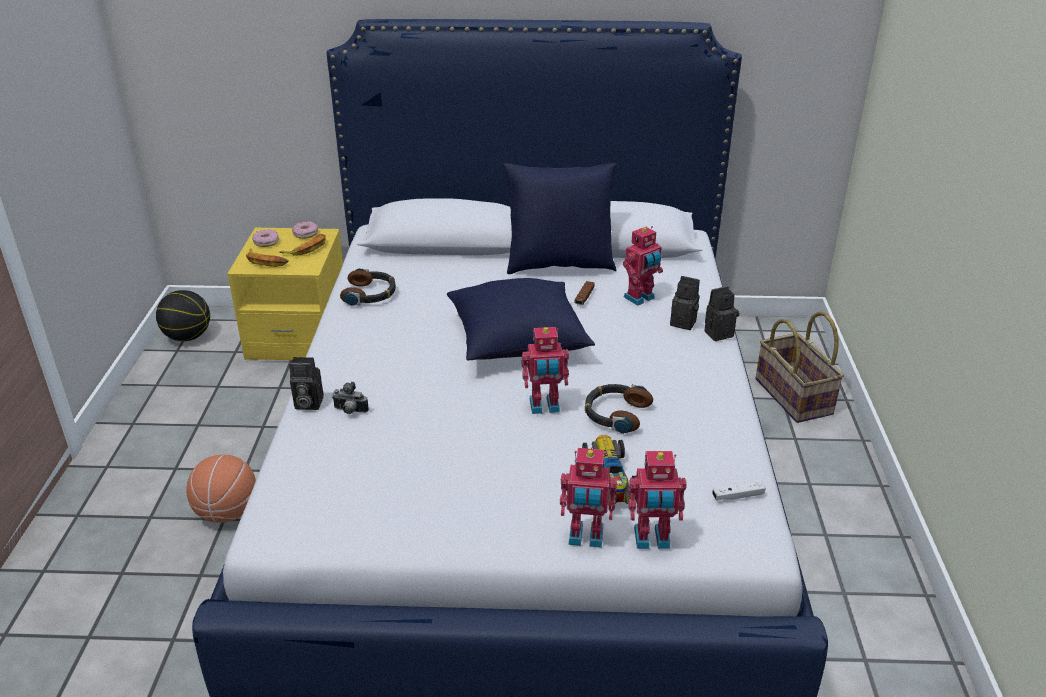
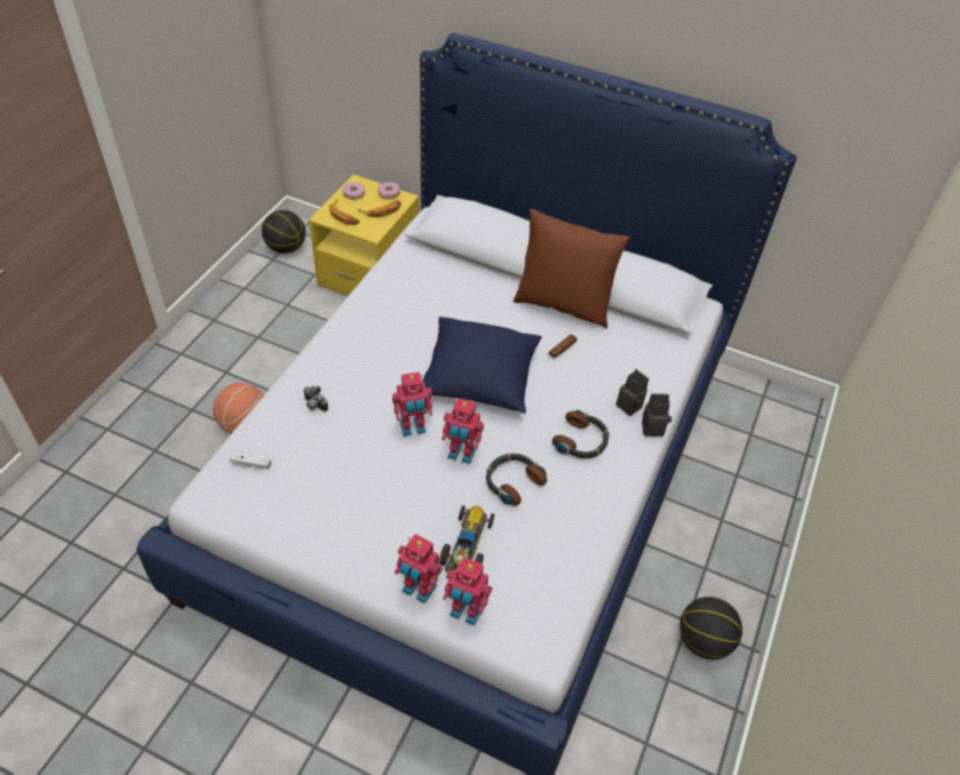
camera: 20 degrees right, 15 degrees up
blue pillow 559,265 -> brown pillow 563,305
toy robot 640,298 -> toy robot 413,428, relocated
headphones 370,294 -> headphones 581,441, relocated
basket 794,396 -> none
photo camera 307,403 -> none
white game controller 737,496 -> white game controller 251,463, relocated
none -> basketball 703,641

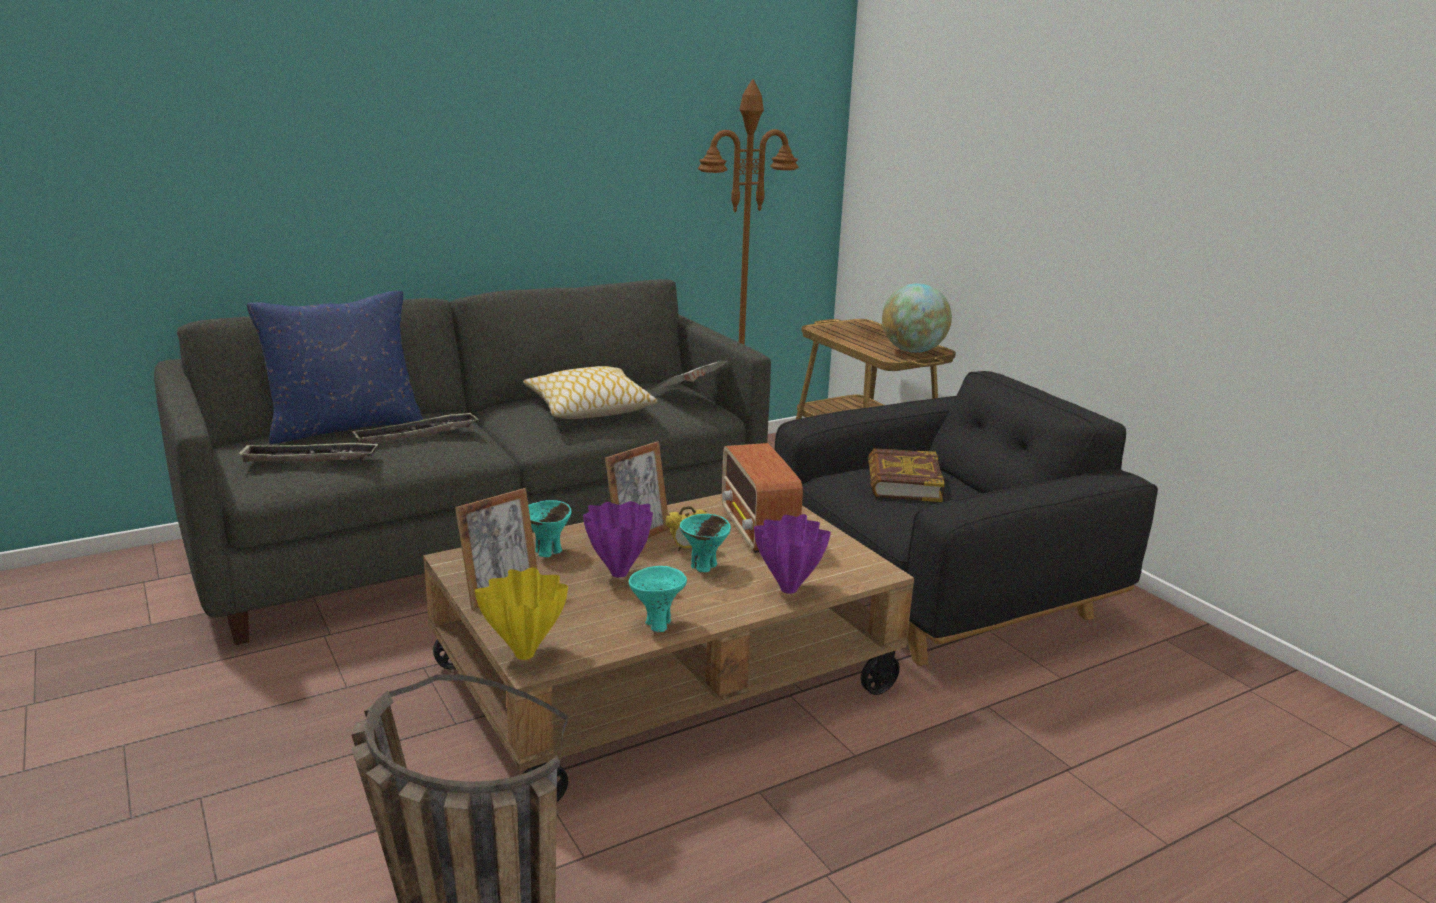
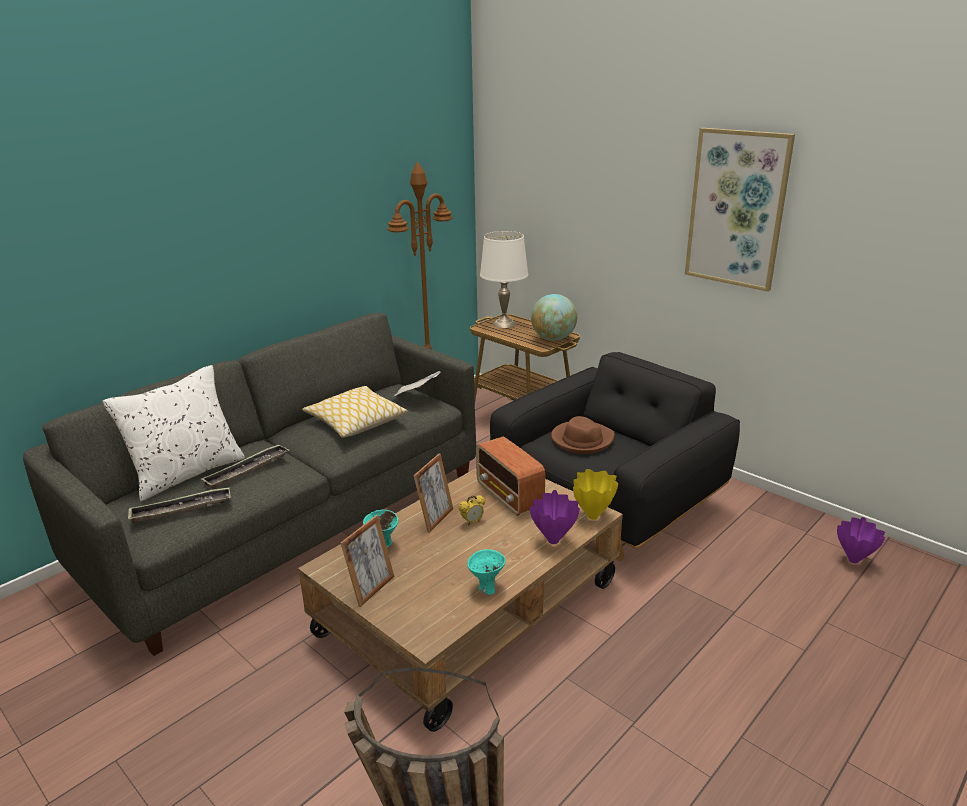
camera: 15 degrees left, 5 degrees up
blue pillow 344,427 -> white pillow 187,473
book 903,482 -> brown hat 582,440
purple vase 618,574 -> purple vase 853,561, relocated
turquoise bowl 704,566 -> none
yellow vase 526,654 -> yellow vase 593,516, relocated
none -> picture 737,209
none -> white table lamp 504,324

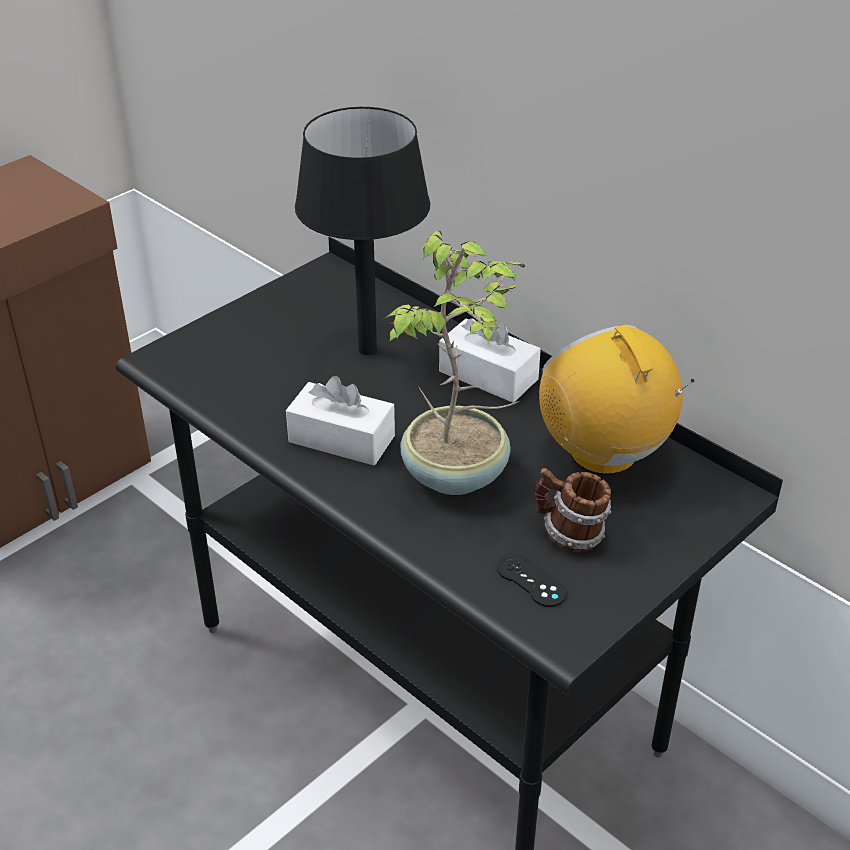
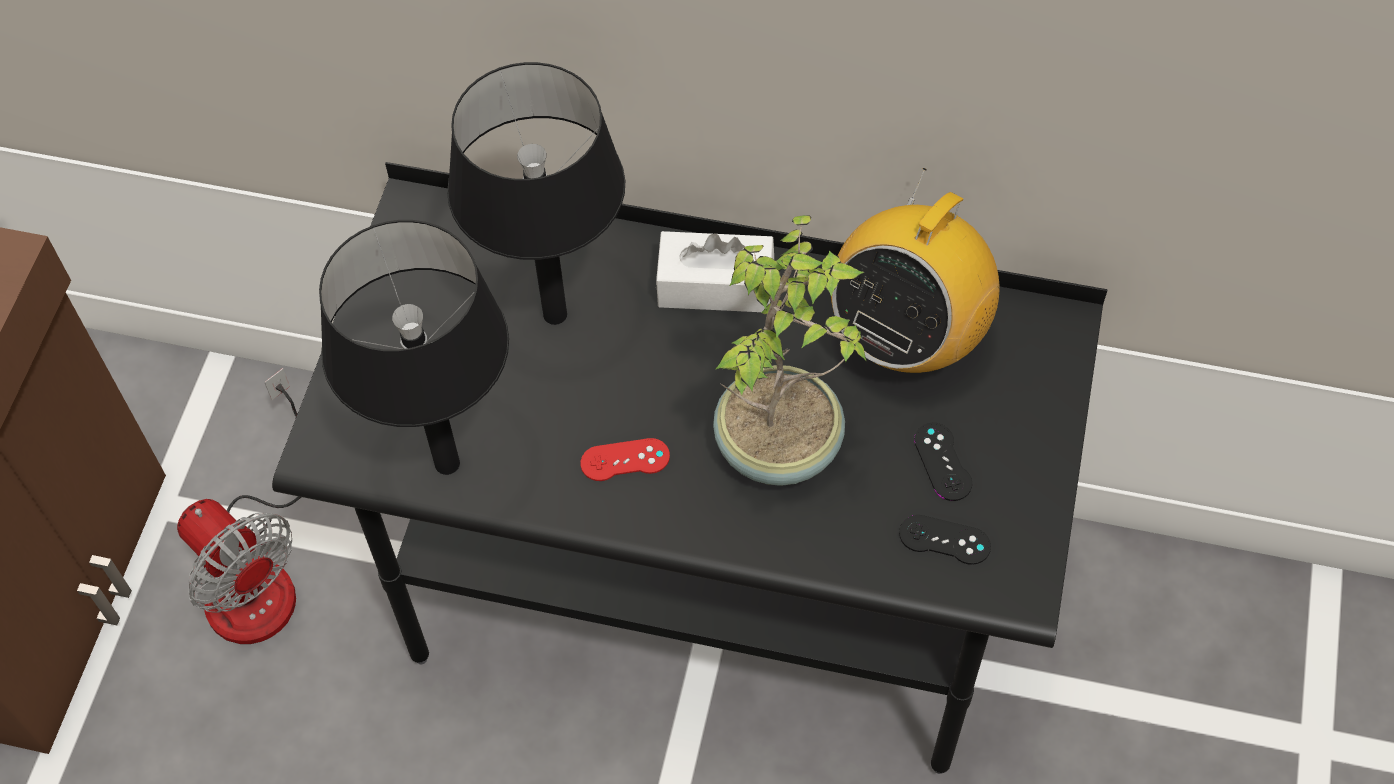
camera: 30 degrees left, 20 degrees up
radio 604,454 -> radio 907,336, 90 degrees counterclockwise
white tissue box 341,439 -> red game controller 625,460
mug 569,535 -> black game controller 942,462
none -> black table lamp 446,462
none -> fan 259,570

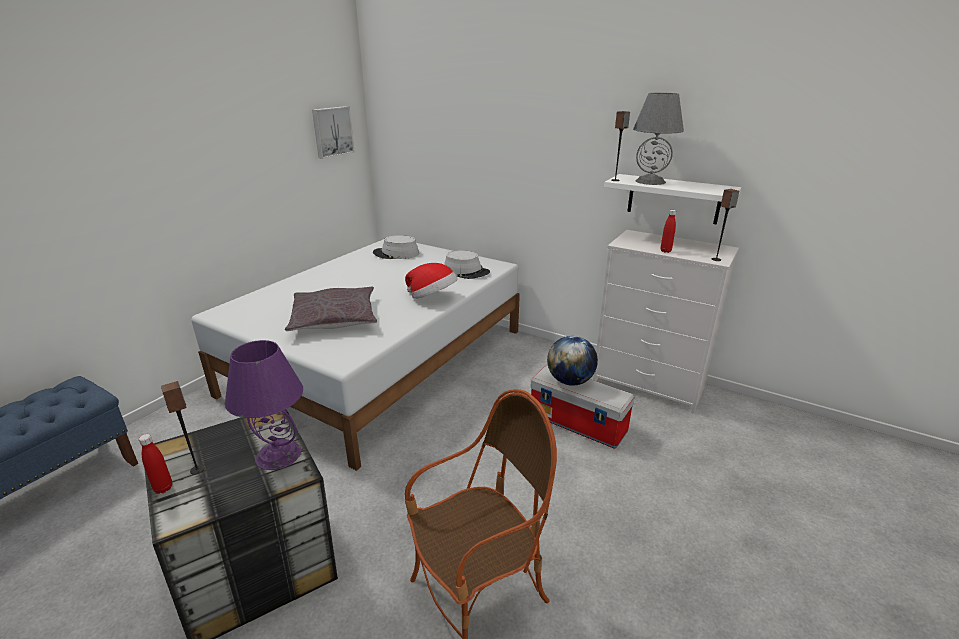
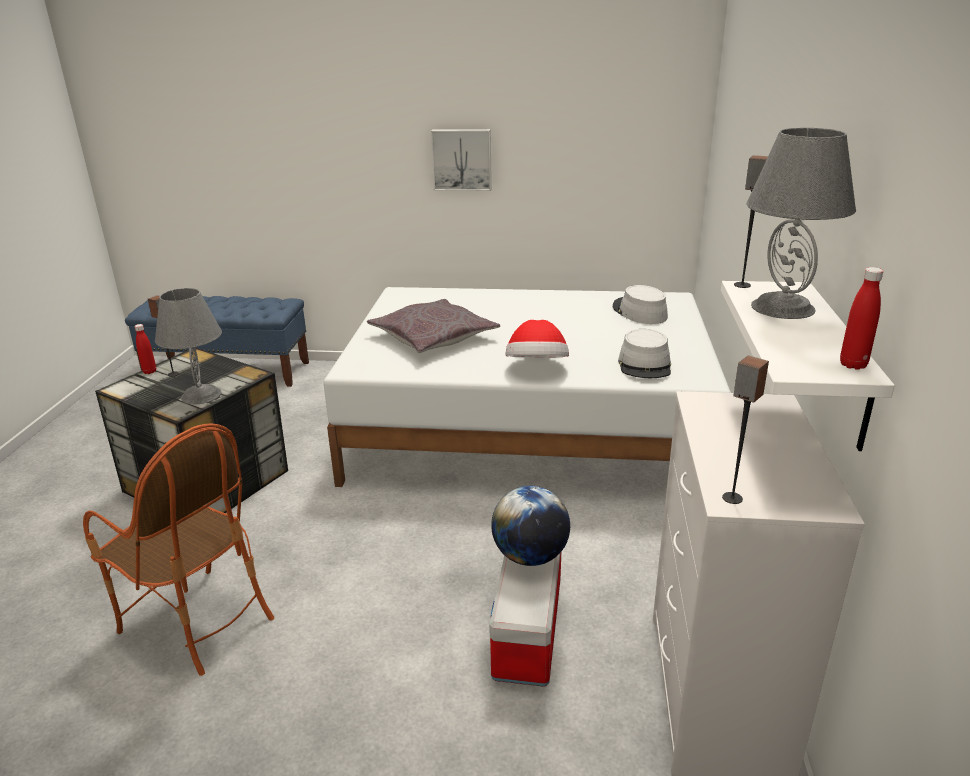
camera: 65 degrees right, 0 degrees up
picture 332,131 -> picture 462,159, relocated
red bottle 665,251 -> red bottle 853,365, relocated
purple table lamp 279,454 -> grey table lamp 201,395

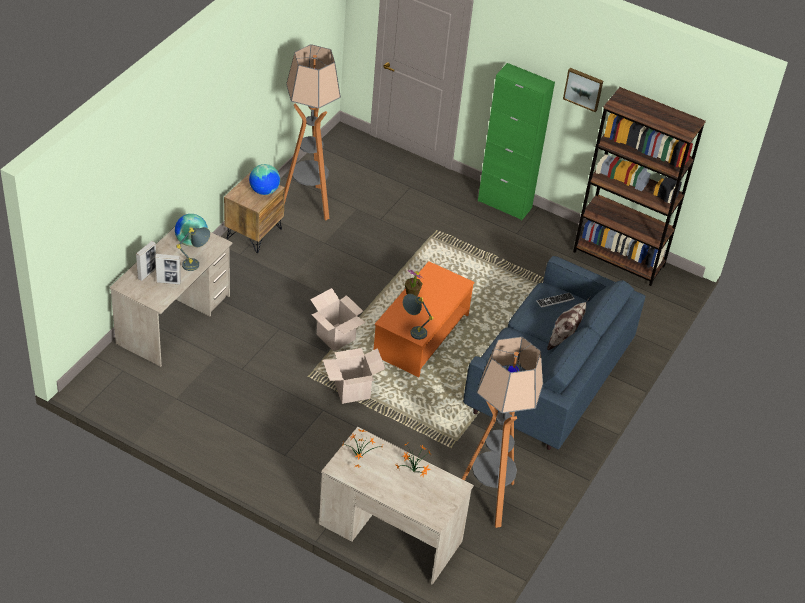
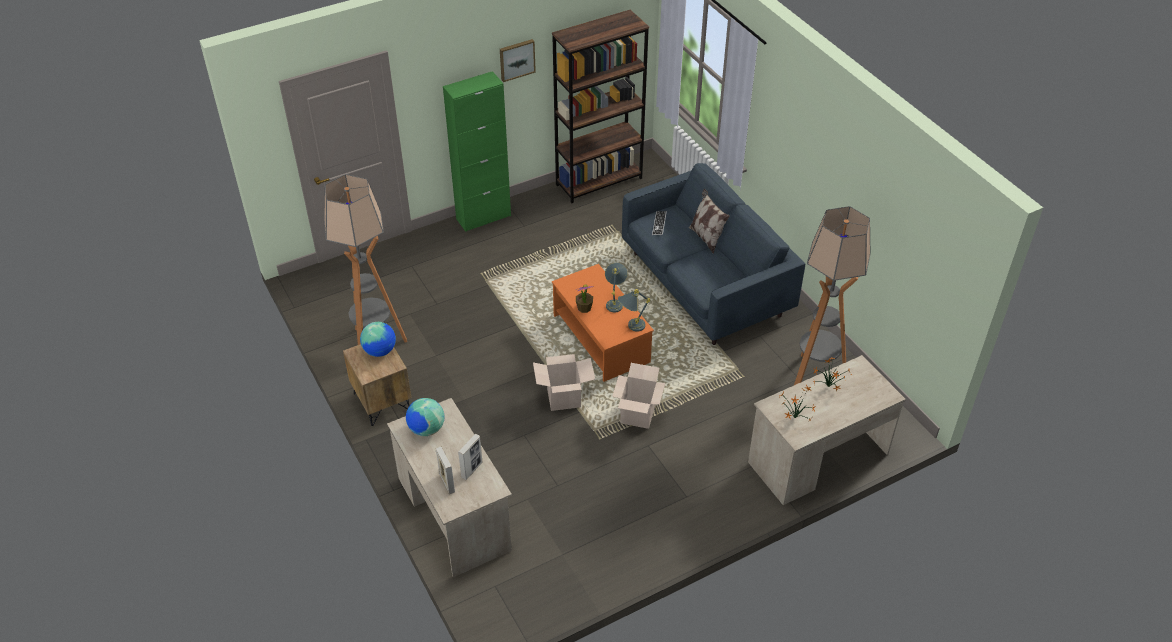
camera: 55 degrees left, 0 degrees up
grey table lamp 197,263 -> grey table lamp 615,302, relocated

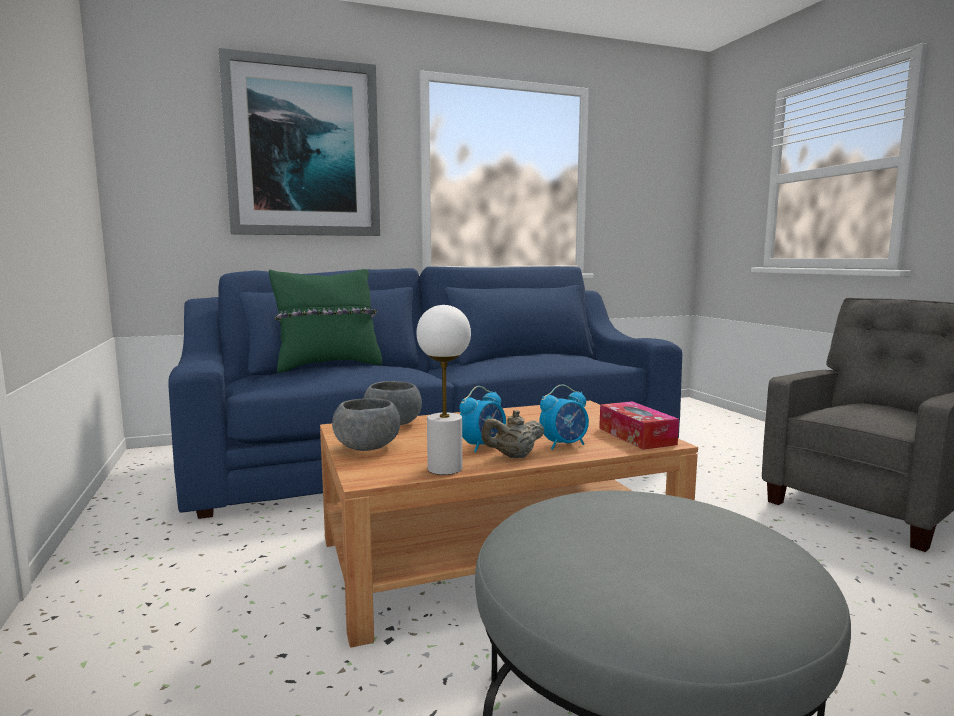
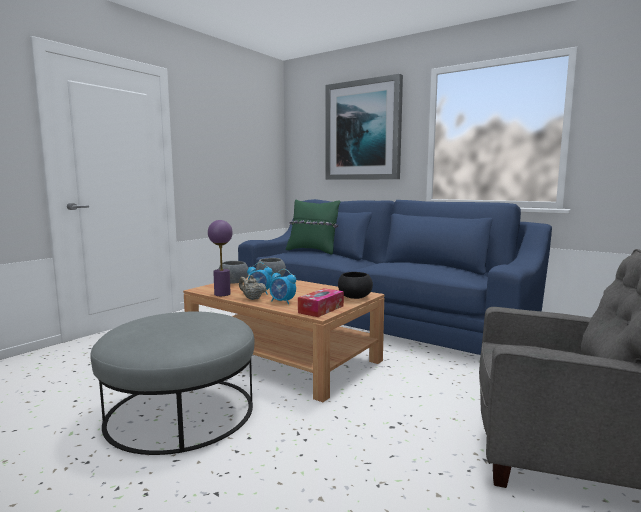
camera: 55 degrees right, 0 degrees up
white table lamp 445,469 -> purple table lamp 222,294
none -> black bowl 354,297

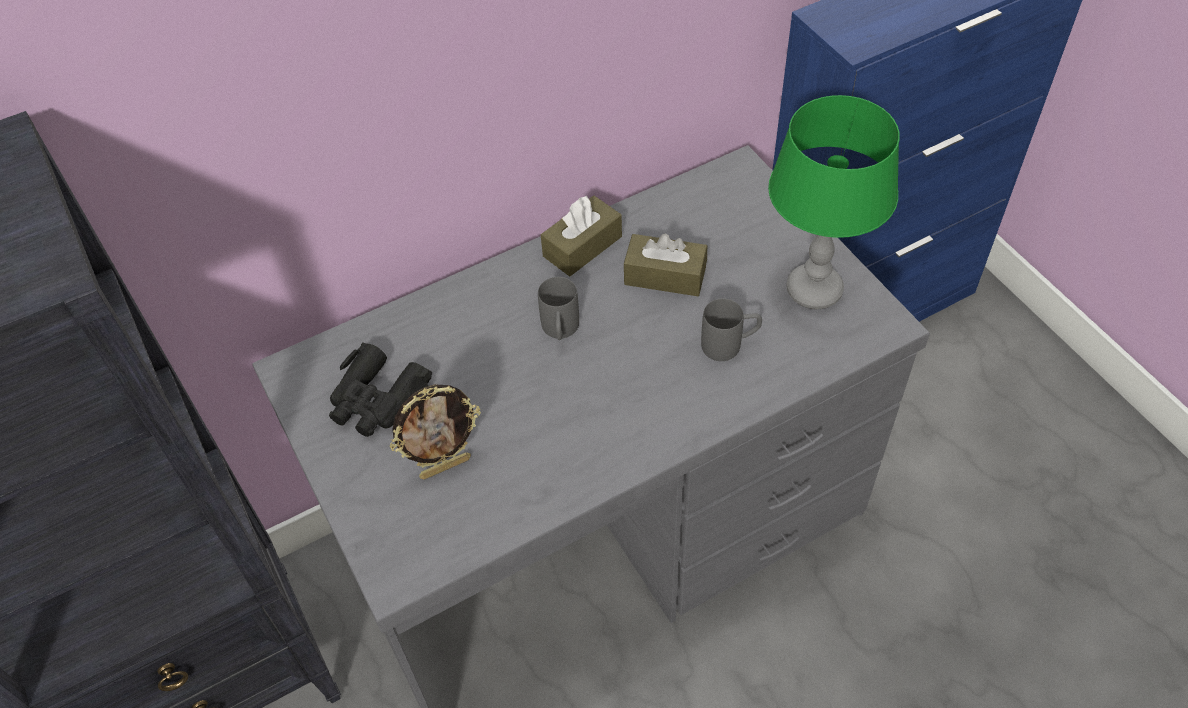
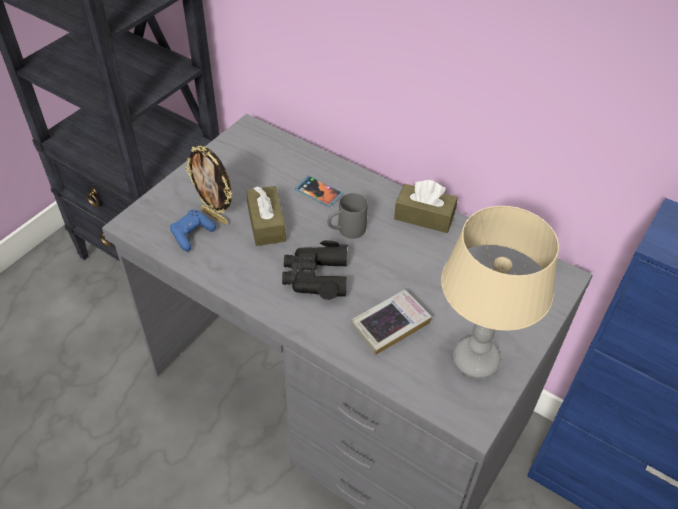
camera: 60 degrees right, 5 degrees down
green table lamp 813,290 -> beige table lamp 475,360
brown tissue box 665,276 -> brown tissue box 266,224, relocated
grey mug 730,345 -> book 390,324
black binoculars 377,400 -> black binoculars 315,277, relocated
none -> phone 318,192
none -> blue game controller 192,235

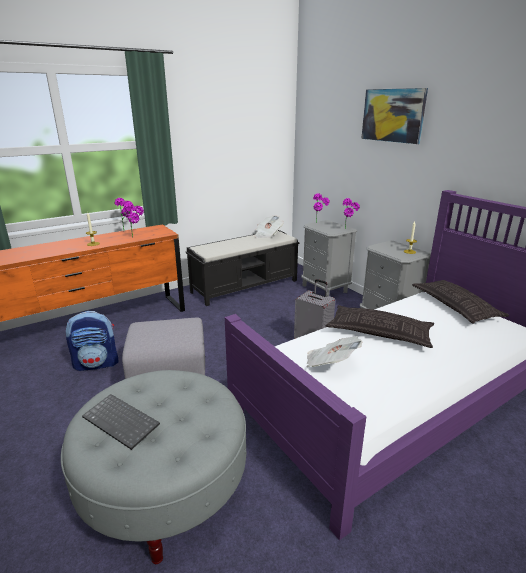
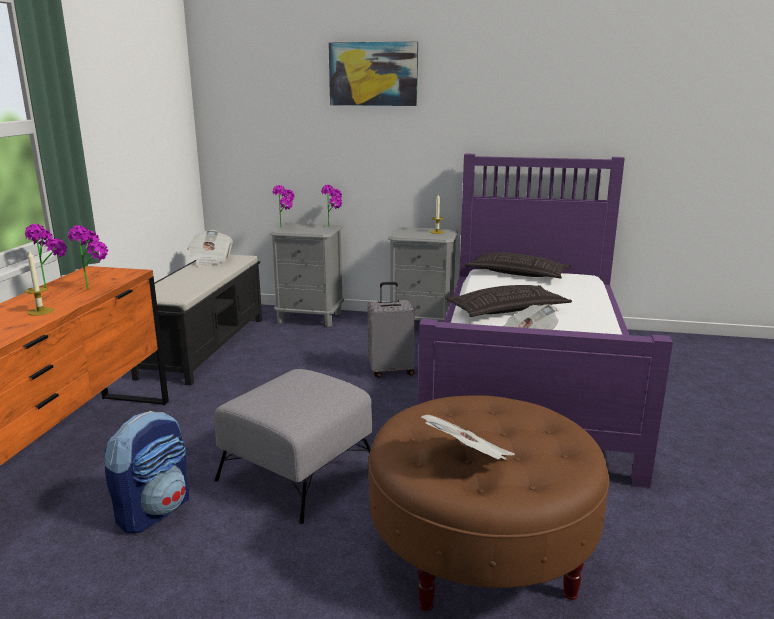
camera: 45 degrees left, 5 degrees down
grey ottoman 165,489 -> brown ottoman 480,551
keyboard 122,421 -> newspaper 468,460

